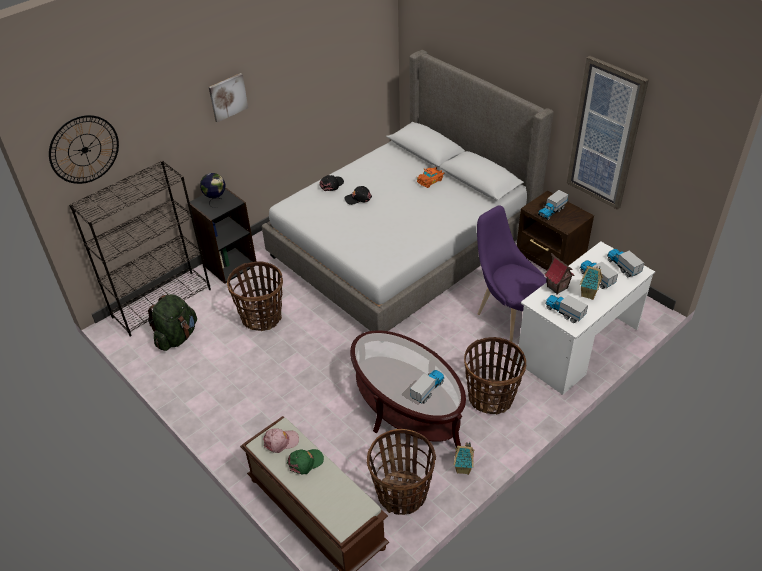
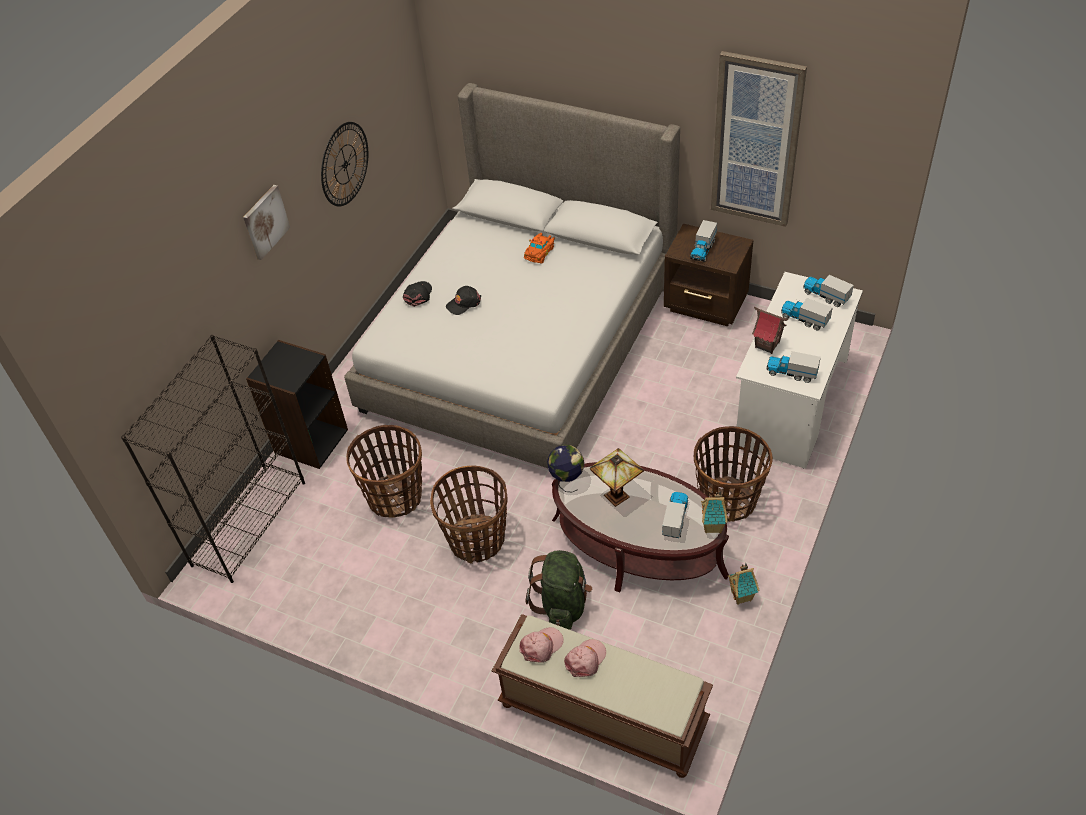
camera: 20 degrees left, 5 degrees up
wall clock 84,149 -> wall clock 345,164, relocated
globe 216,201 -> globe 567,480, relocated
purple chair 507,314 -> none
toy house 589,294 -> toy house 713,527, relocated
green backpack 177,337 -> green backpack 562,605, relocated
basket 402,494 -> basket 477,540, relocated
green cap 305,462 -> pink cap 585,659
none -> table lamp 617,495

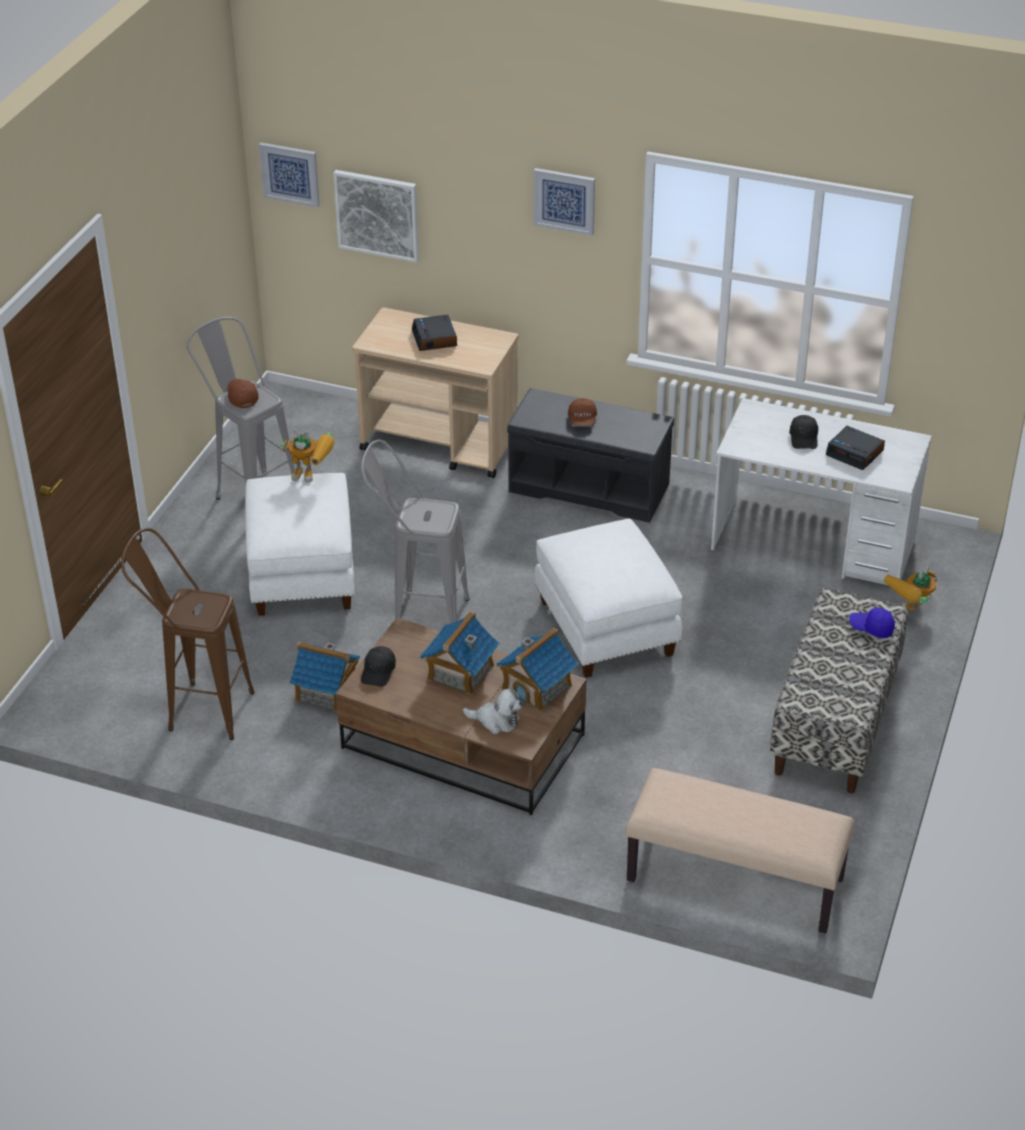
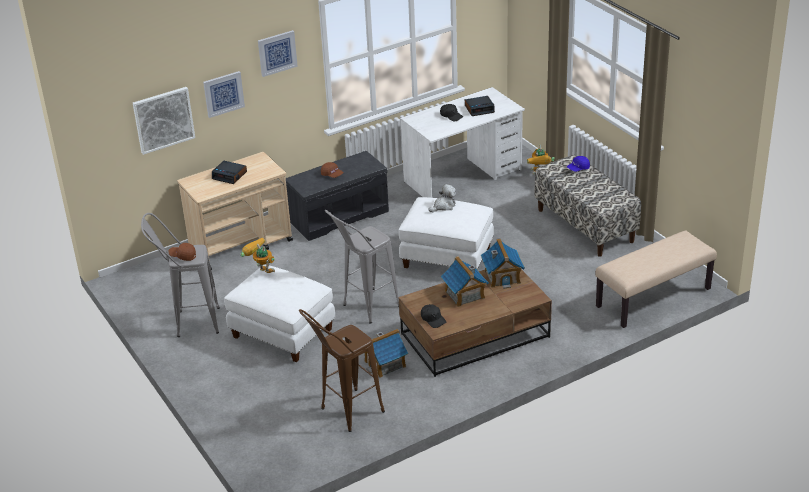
camera: 50 degrees left, 5 degrees down
picture 290,174 -> picture 223,94, relocated
toy robot 313,475 -> toy robot 260,271, 105 degrees counterclockwise
plush toy 496,720 -> plush toy 443,206, relocated

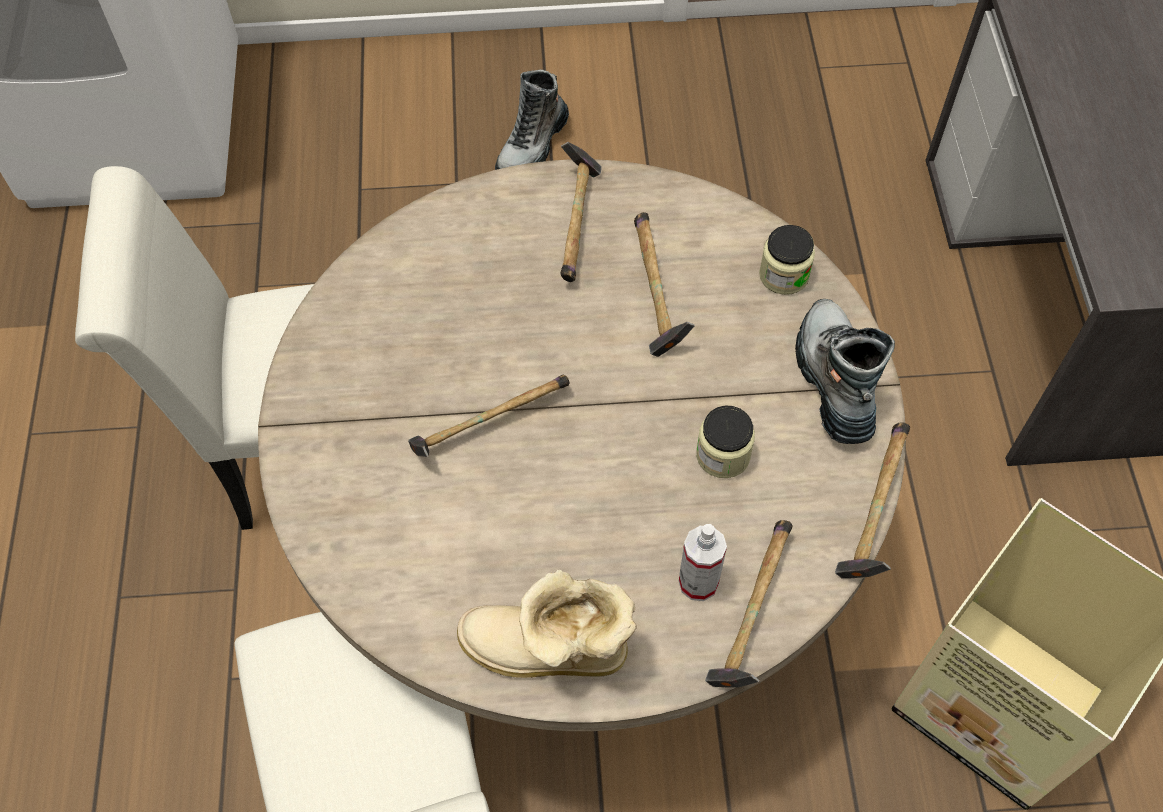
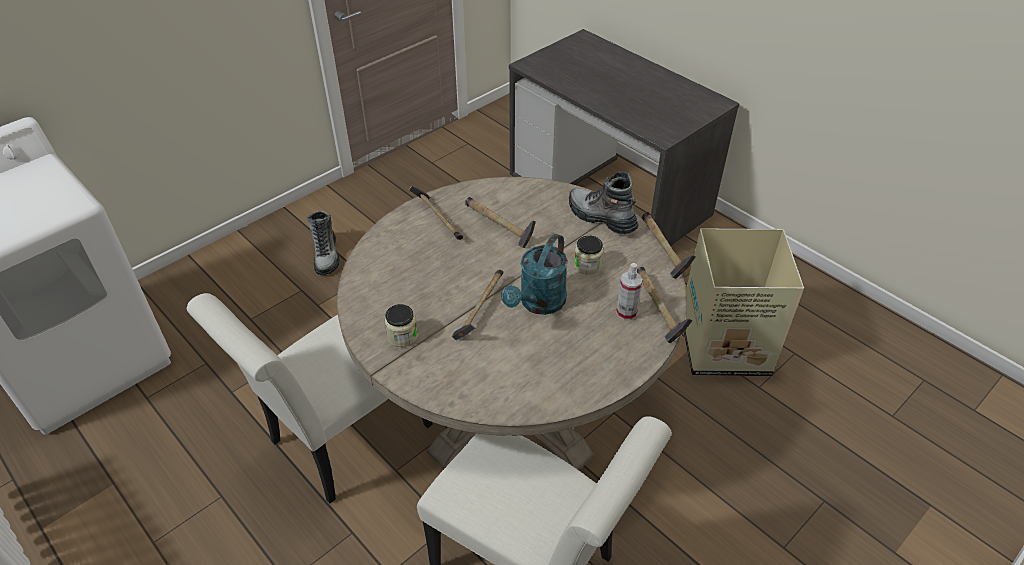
camera: 40 degrees left, 15 degrees down
jar 783,275 -> jar 402,336, relocated
boot 548,653 -> none
none -> turquoise watering can 538,304

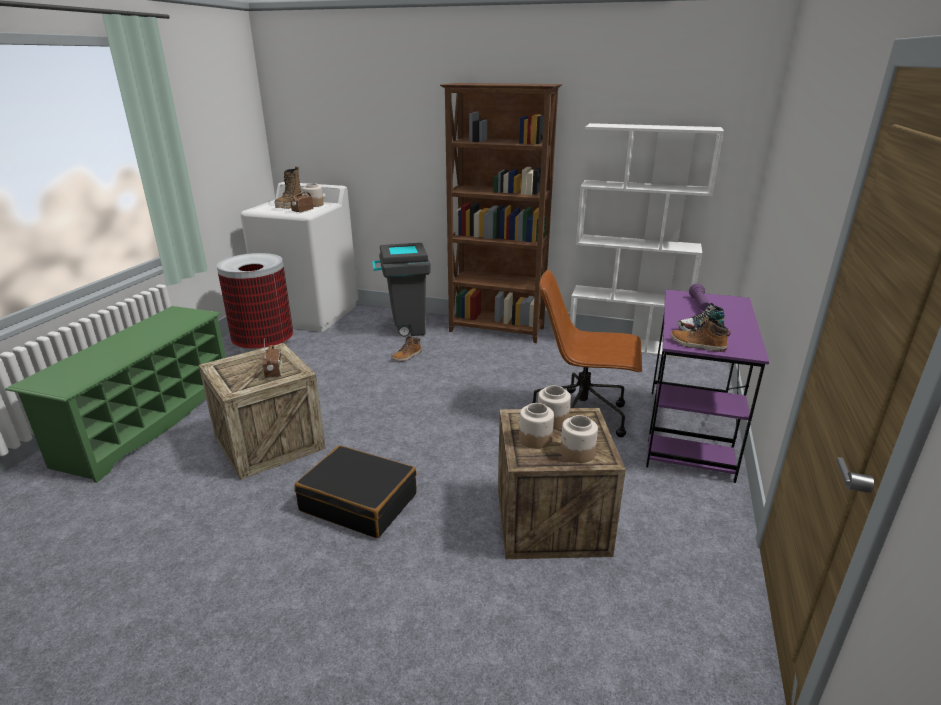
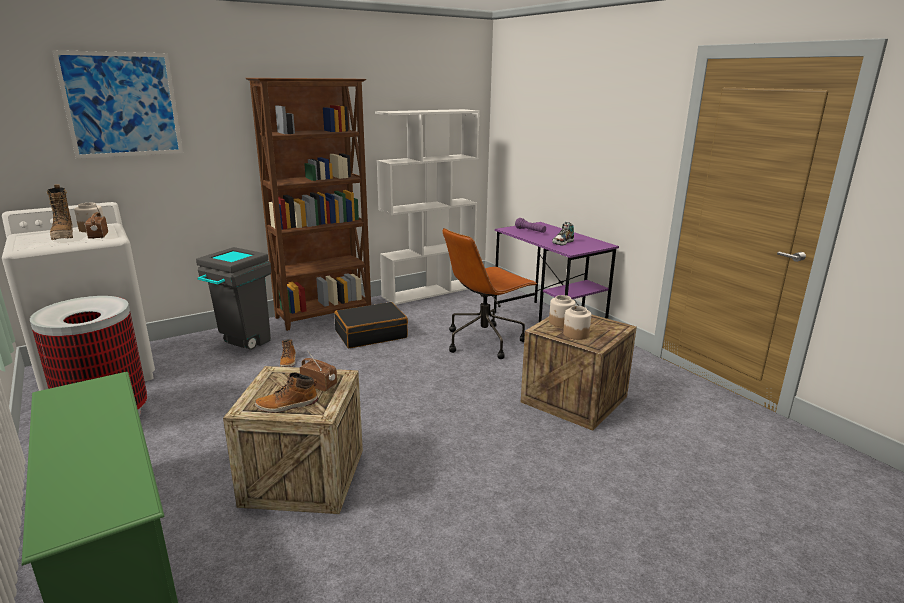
camera: 50 degrees left, 5 degrees down
boot 697,345 -> boot 287,405, relocated
jar 577,453 -> none
black suitcase 359,502 -> black suitcase 371,334, relocated
none -> picture 122,105

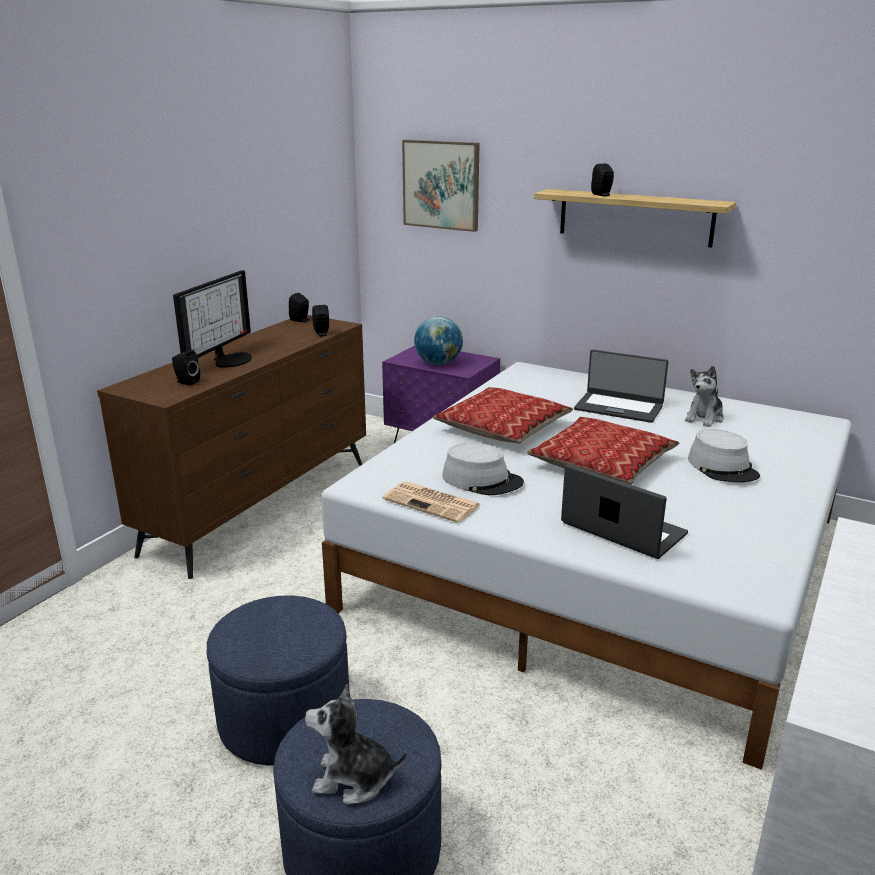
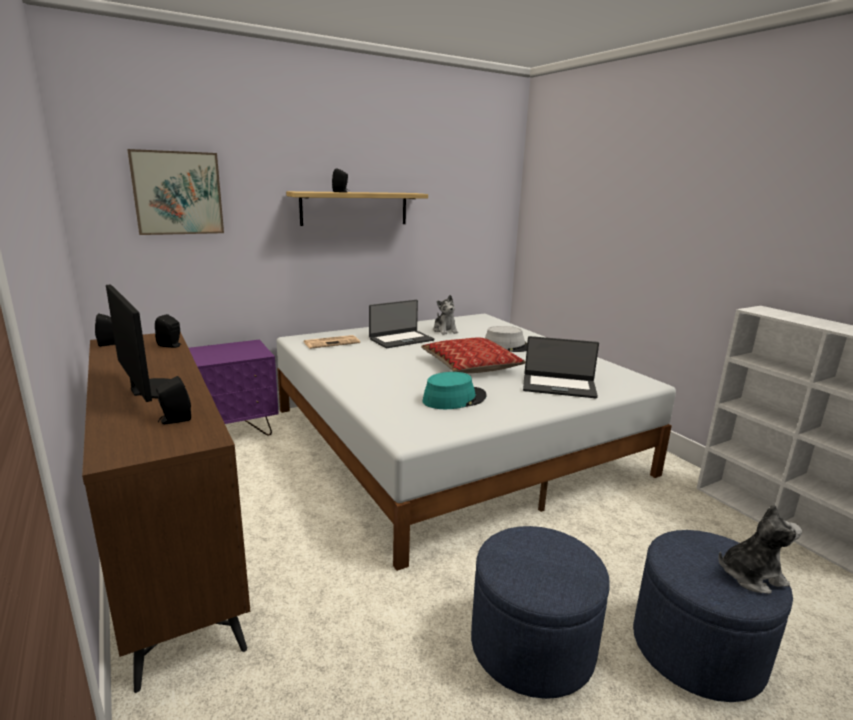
camera: 60 degrees left, 5 degrees down
globe 438,363 -> none
pillow 503,427 -> none
grey hat 482,480 -> turquoise hat 454,399
laptop 622,530 -> laptop 558,386, 150 degrees counterclockwise
newspaper 433,503 -> newspaper 332,342, relocated
plush toy 353,779 -> plush toy 750,576, 135 degrees counterclockwise

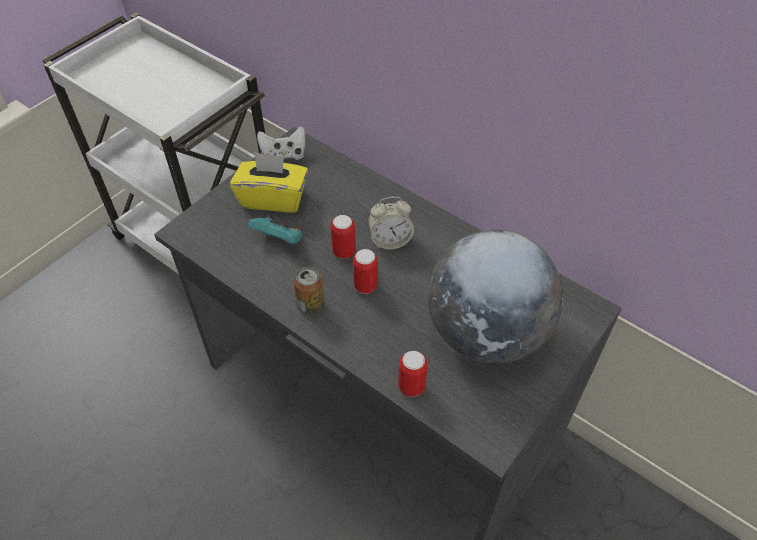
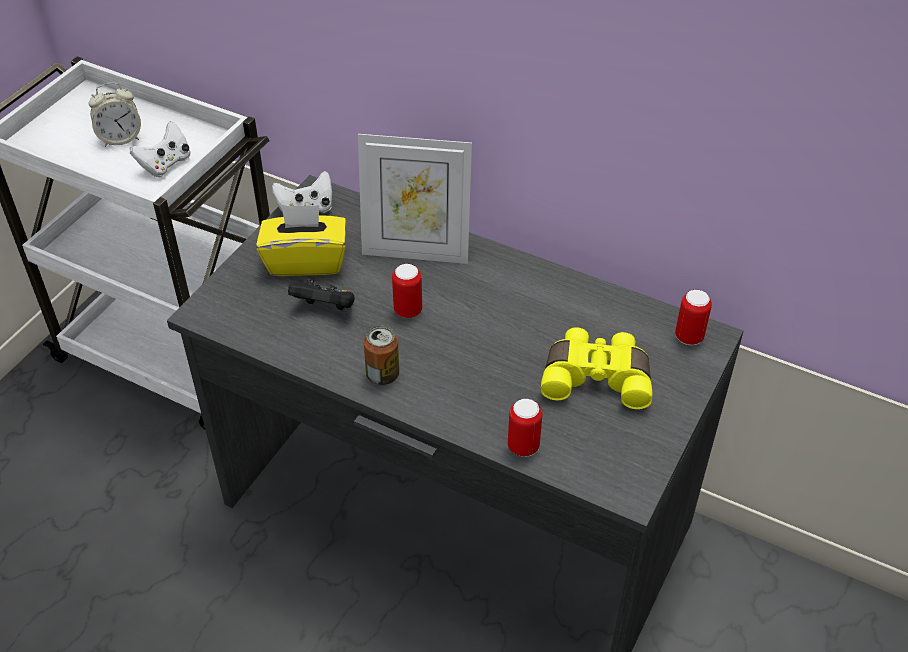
camera: 10 degrees left, 5 degrees down
alarm clock 390,240 -> alarm clock 120,138, relocated
turquoise game controller 279,240 -> black game controller 325,308
globe 486,332 -> yellow binoculars 596,377
can 365,286 -> can 689,337, relocated
none -> white game controller 165,164
none -> picture frame 416,251

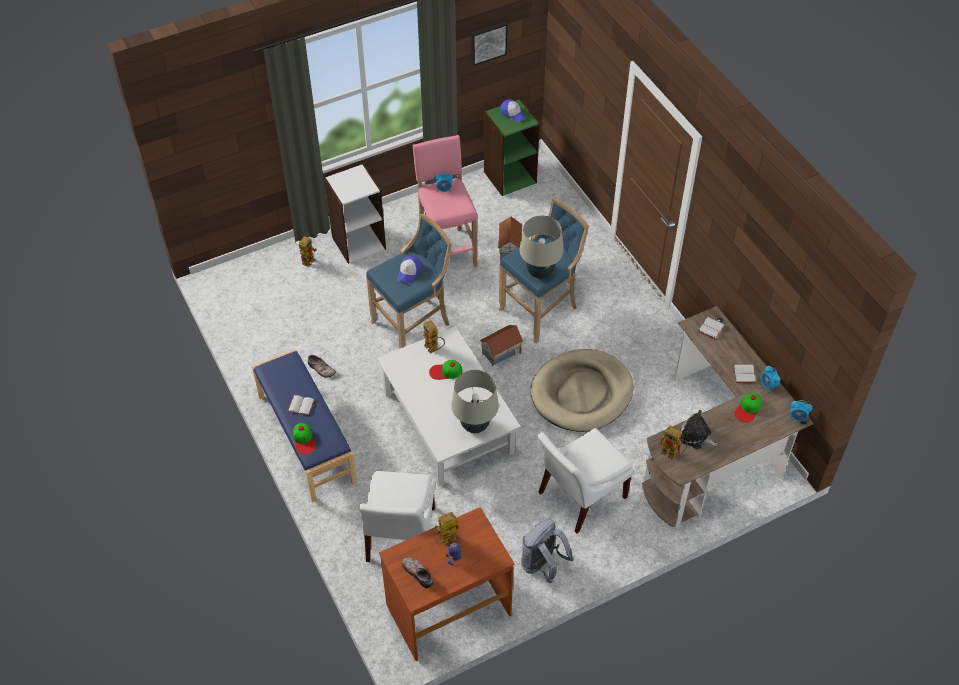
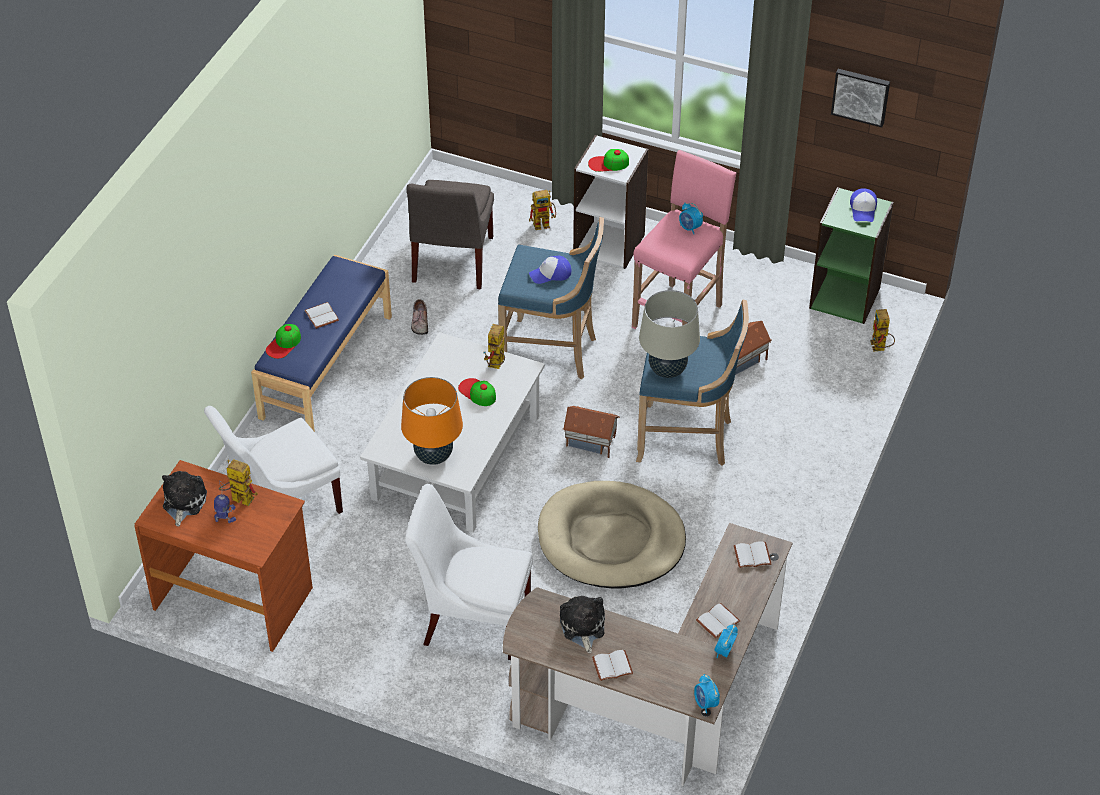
camera: 50 degrees right, 5 degrees down
beige table lamp 475,425 -> orange table lamp 433,456
cap 748,409 -> cap 608,163, relocated
toy robot 672,453 -> toy robot 880,348, relocated
grey backpack 542,565 -> none
shoe 419,573 -> plush toy 183,502
none -> grey chair 451,262
none -> white book 612,665

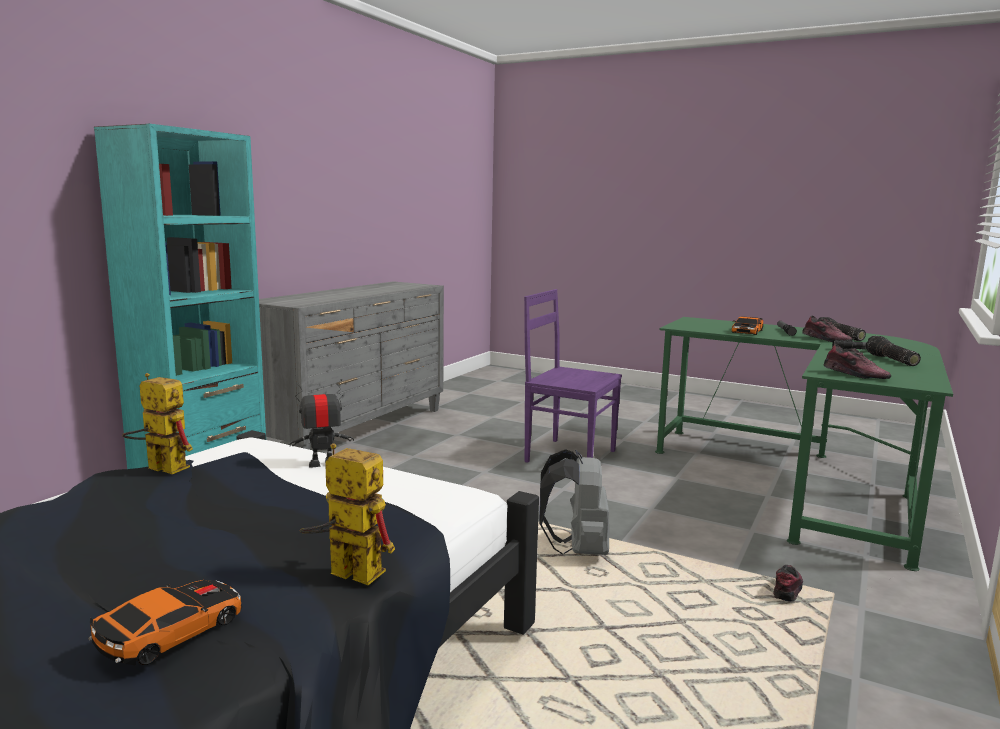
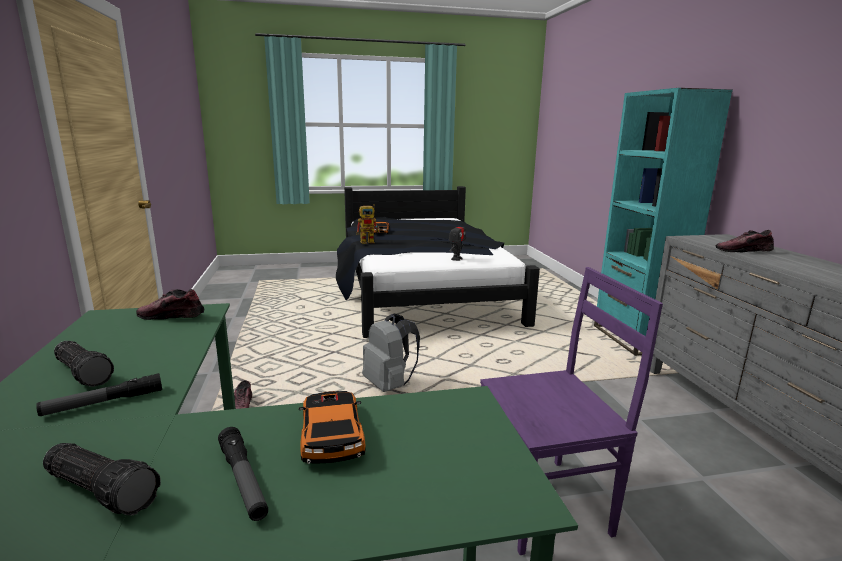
camera: 140 degrees right, 5 degrees up
shoe 825,339 -> shoe 743,251, relocated
toy robot 159,468 -> none

